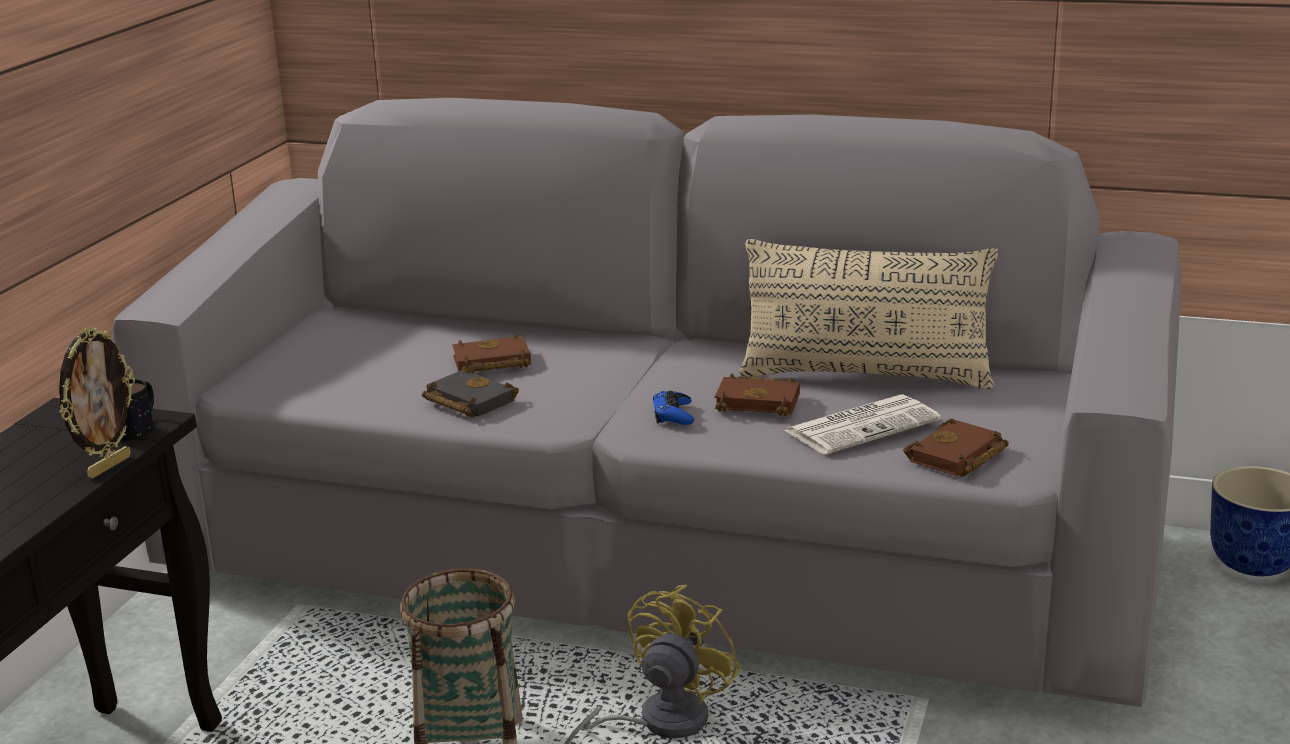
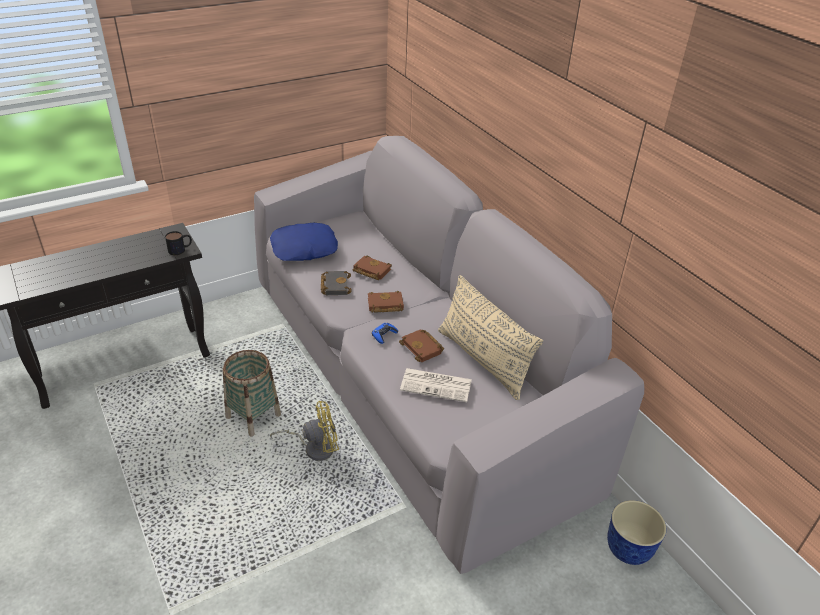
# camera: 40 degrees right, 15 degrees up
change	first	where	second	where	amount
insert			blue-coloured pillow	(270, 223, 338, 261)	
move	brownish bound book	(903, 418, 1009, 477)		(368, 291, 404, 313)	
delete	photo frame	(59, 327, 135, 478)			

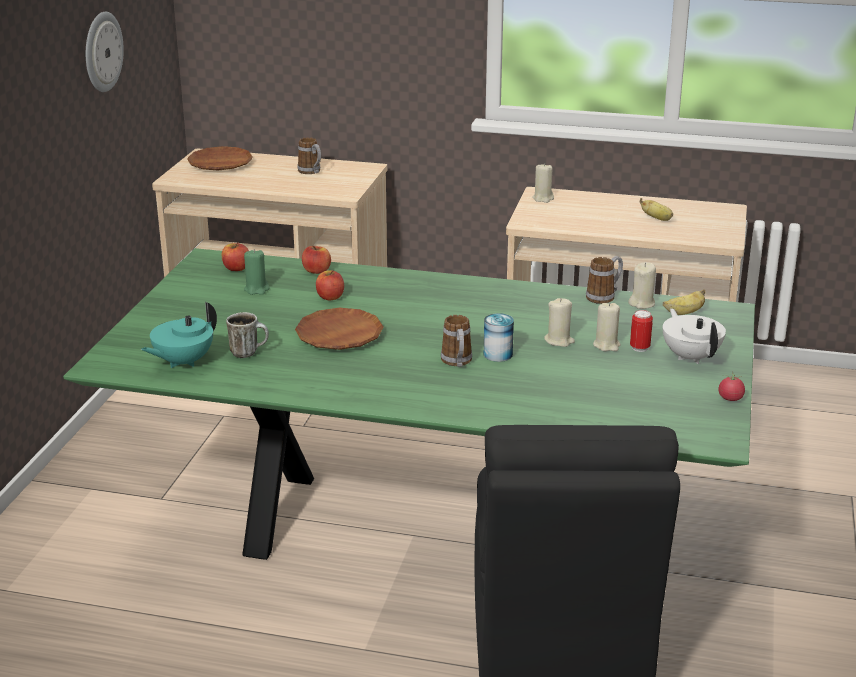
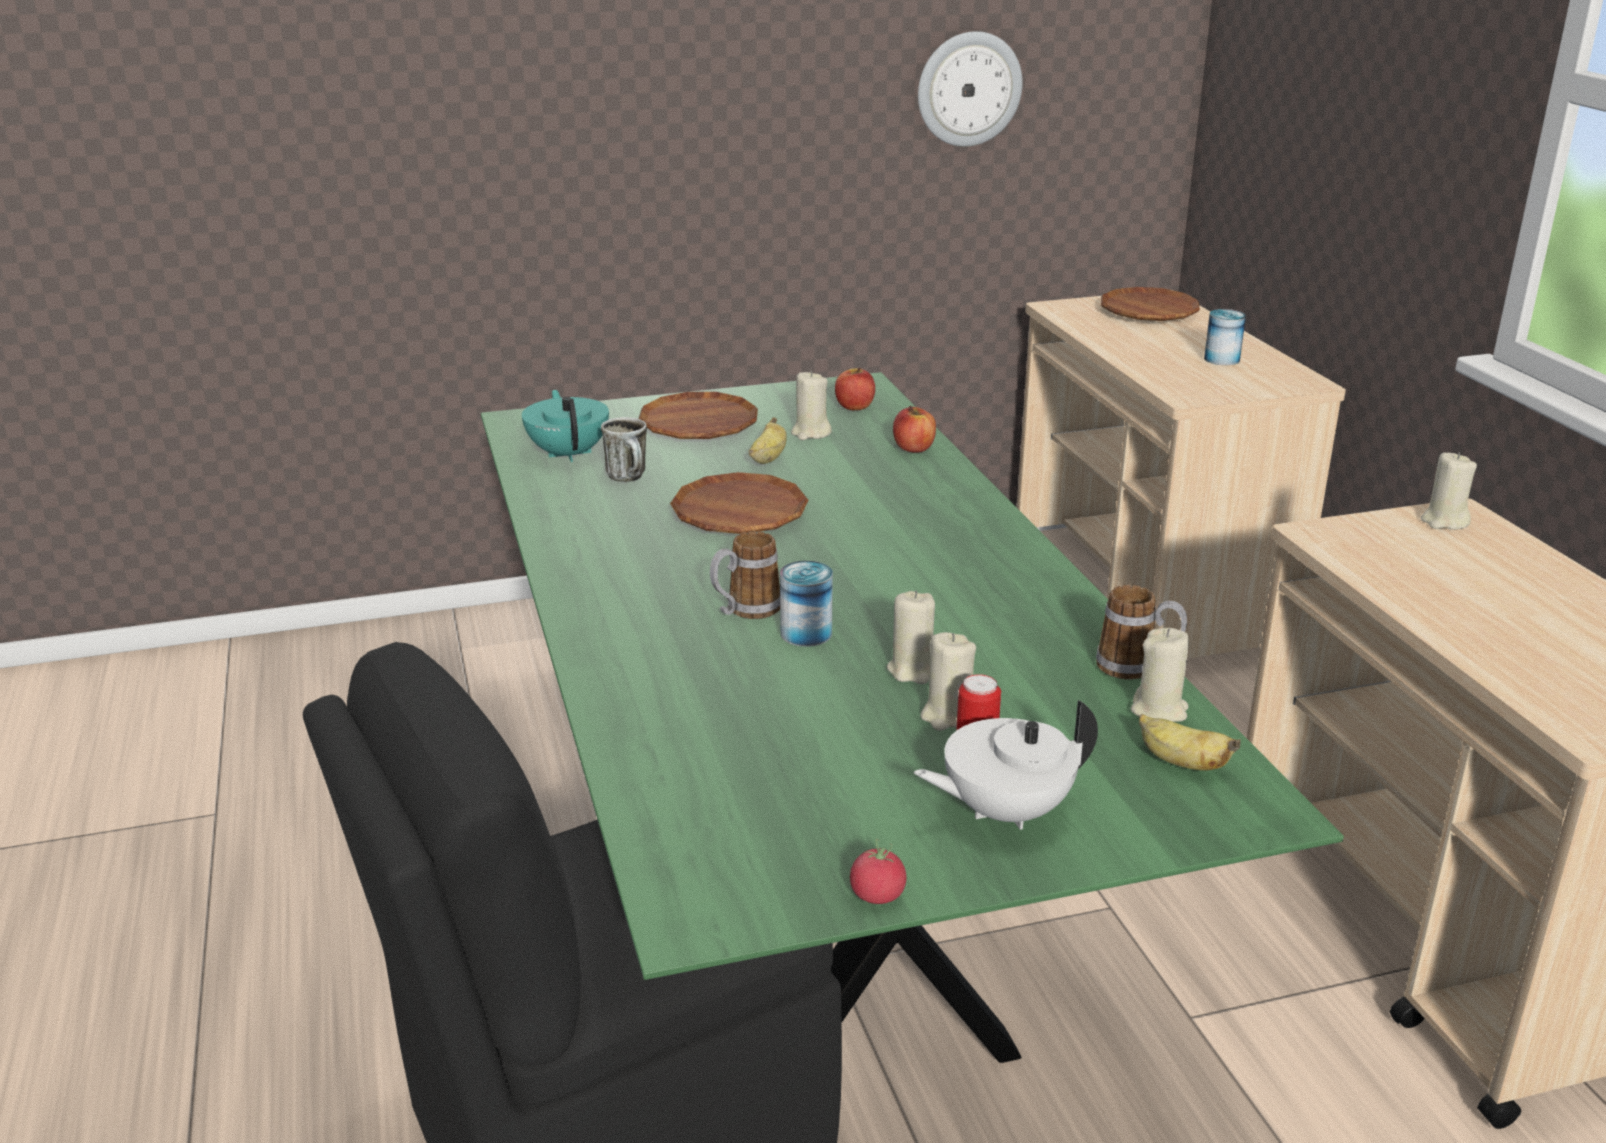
# camera: 60 degrees right, 0 degrees up
change	first	where	second	where	amount
rotate	turquoise pot for tea	(141, 302, 217, 368)		(522, 390, 609, 462)	60 degrees clockwise
insert			brownish dinner plate	(639, 392, 758, 439)	
move	banana	(640, 198, 673, 221)		(749, 417, 787, 464)	
recolor	green-coloured wax light	(244, 249, 269, 295)	beige wax light	(791, 371, 832, 440)	
rotate	whitish pot for tea	(663, 308, 726, 364)		(914, 700, 1098, 830)	150 degrees counterclockwise
replace	coffee mug	(298, 137, 321, 174)	can	(1204, 309, 1246, 365)	
delete	whole apple	(316, 270, 344, 300)			

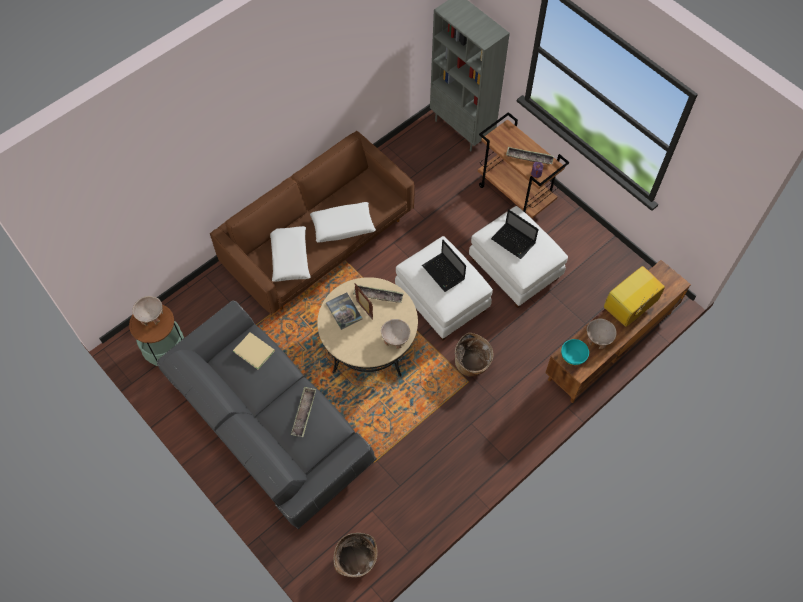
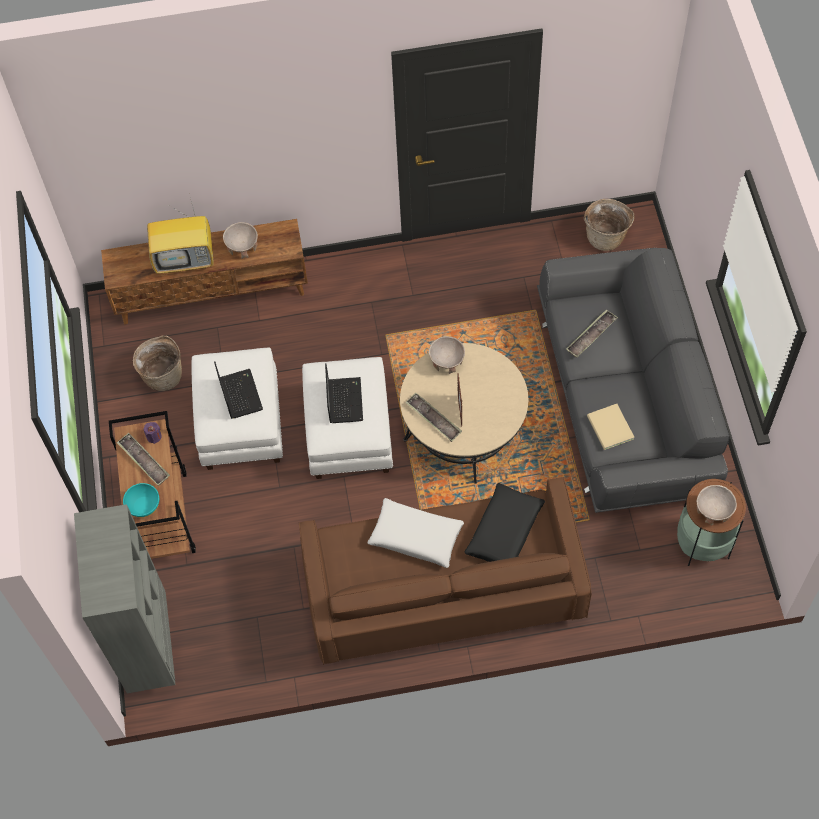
# camera: 145 degrees left, 0 degrees up
change	first	where	second	where	amount
move	turquoise deep dish	(561, 339, 589, 365)		(123, 483, 159, 517)	
move	basket	(455, 333, 494, 377)		(133, 335, 182, 391)	
recolor	whitish pillow	(270, 226, 310, 282)	black pillow	(464, 483, 545, 562)	
delete	bound book	(326, 293, 363, 330)			

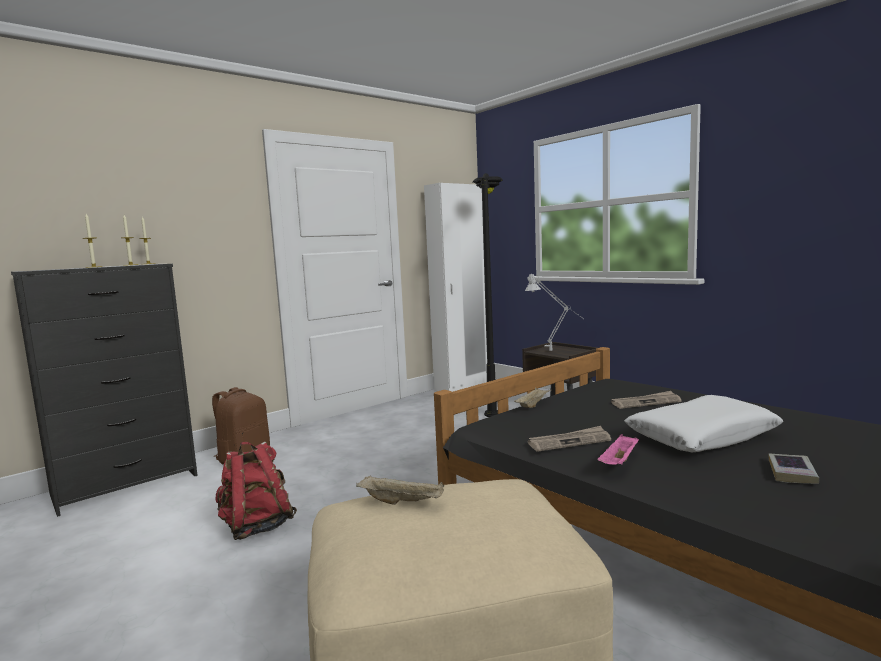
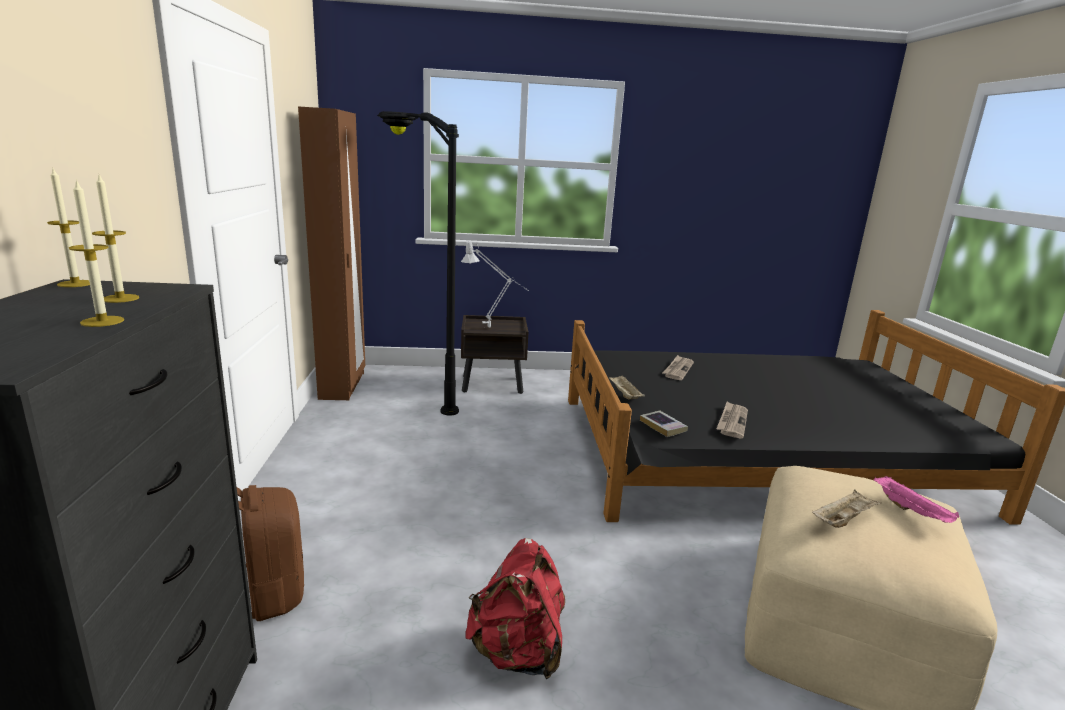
# camera: 55 degrees left, 10 degrees up
change	first	where	second	where	amount
recolor	whitish wardrobe	(424, 183, 487, 392)	brownish wardrobe	(298, 106, 365, 400)	
move	bound book	(768, 454, 819, 484)		(640, 410, 688, 437)	
move	pinkish tray	(598, 434, 639, 465)		(874, 476, 959, 523)	
delete	whitish pillow	(624, 395, 784, 452)			

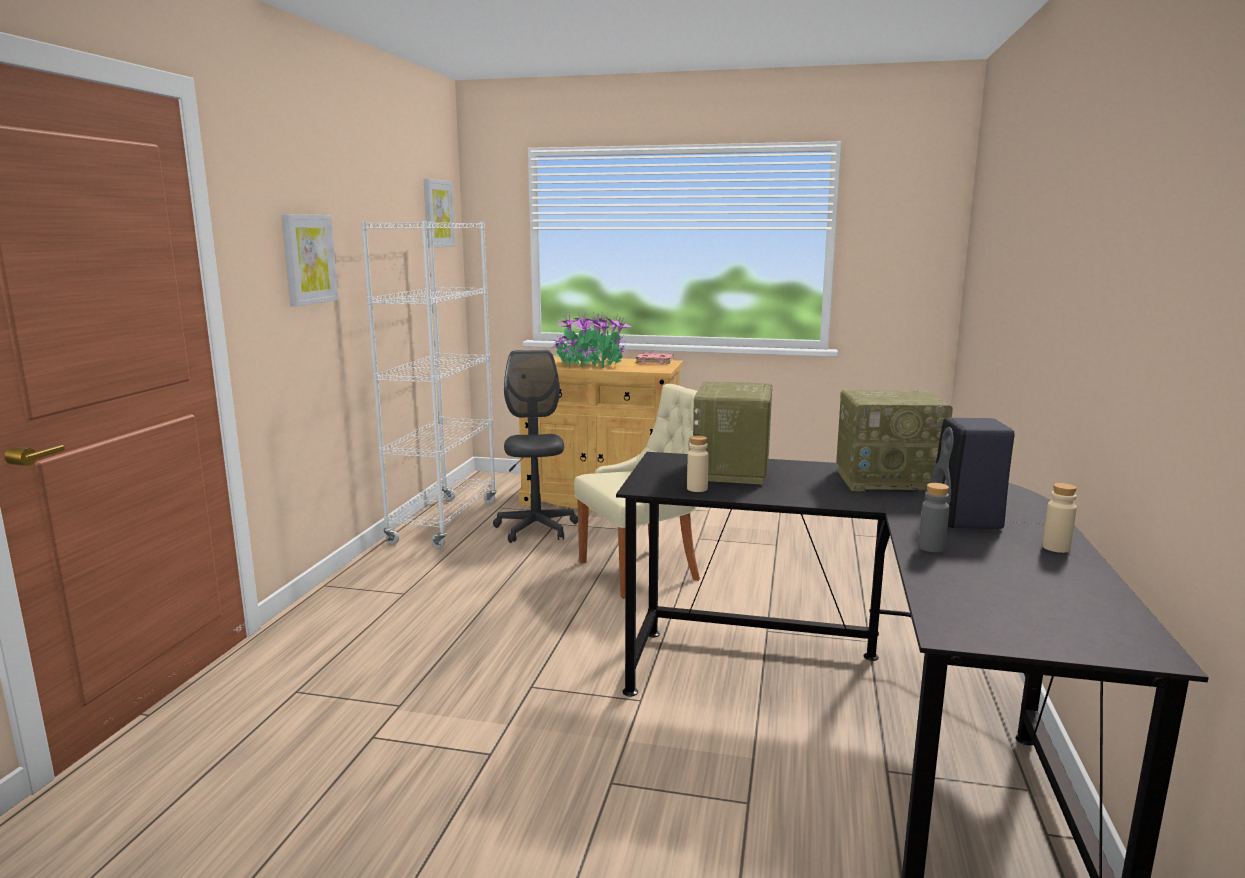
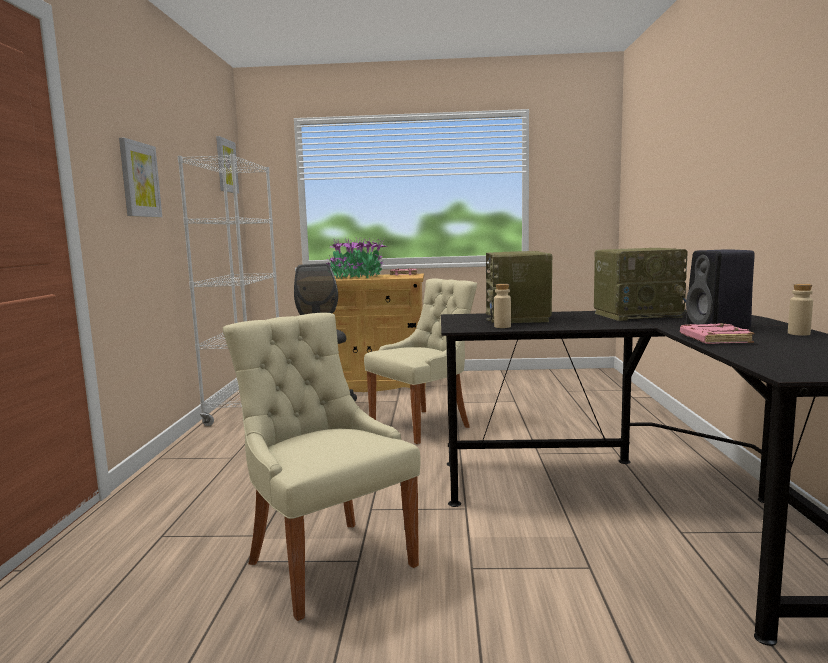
# camera: 10 degrees left, 5 degrees down
change	first	where	second	where	amount
insert			beige upright chair	(223, 313, 421, 621)	
replace	gray bottle	(918, 483, 950, 552)	pinkish bound book	(680, 323, 755, 344)	

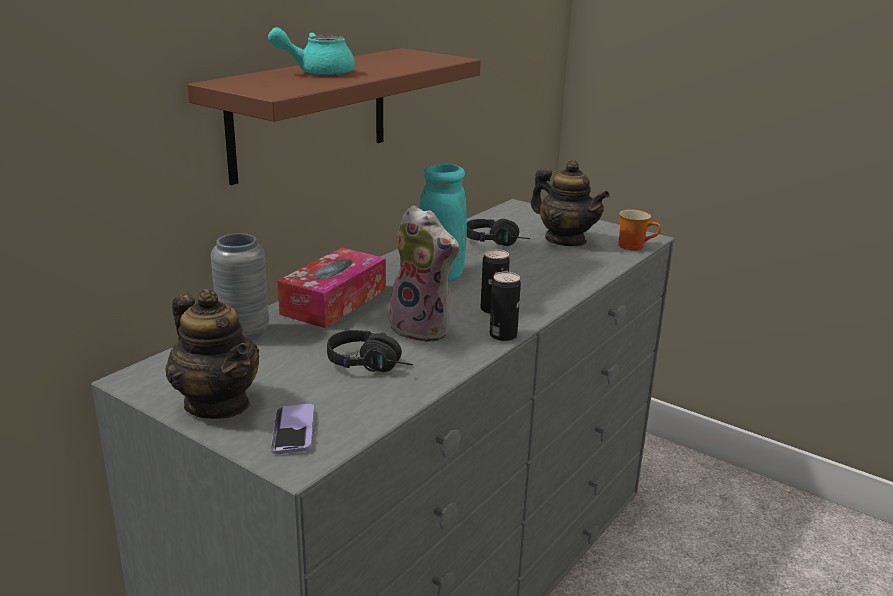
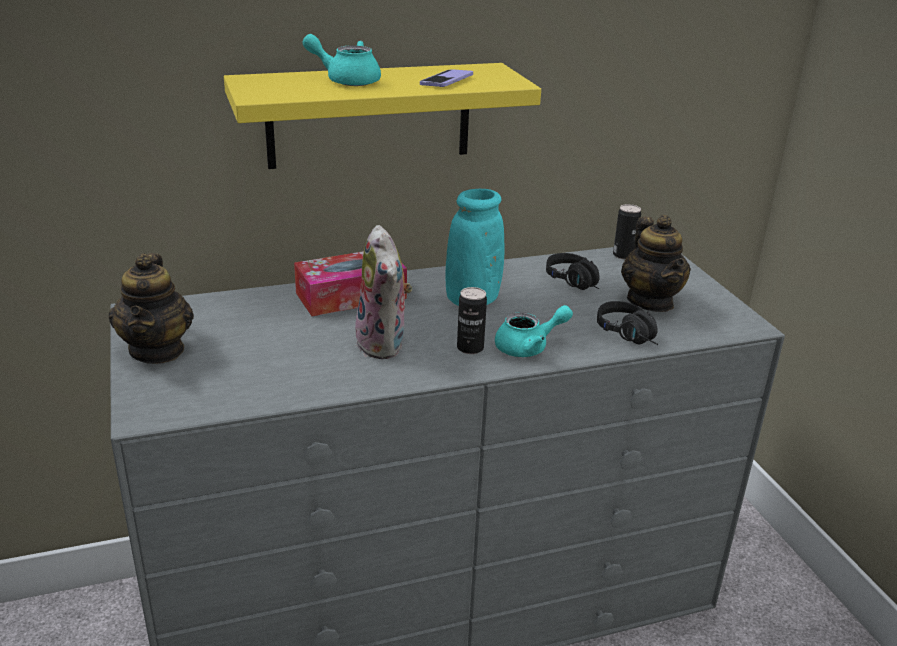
# camera: 35 degrees right, 5 degrees up
change	first	where	second	where	amount
recolor	brownish shelf	(187, 48, 481, 185)	yellow shelf	(224, 63, 541, 169)	
move	handset	(271, 404, 315, 454)		(420, 69, 473, 87)	
insert			turquoise pot for tea	(495, 305, 573, 357)	
move	black headset	(327, 330, 413, 372)		(597, 301, 658, 345)	
move	can	(490, 272, 521, 341)		(613, 204, 641, 259)	
delete	gray flower vase	(211, 233, 269, 340)			
delete	coffee mug	(618, 210, 661, 251)			

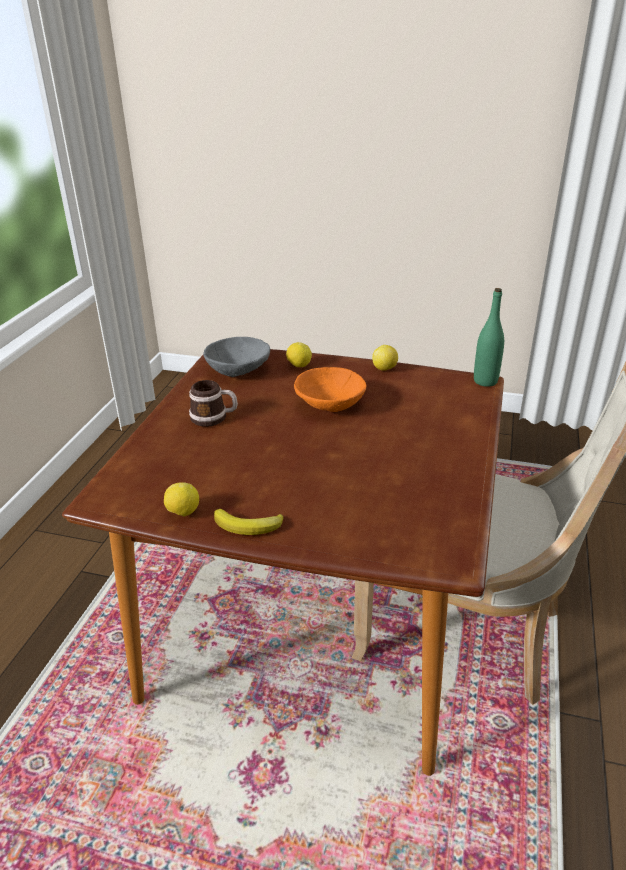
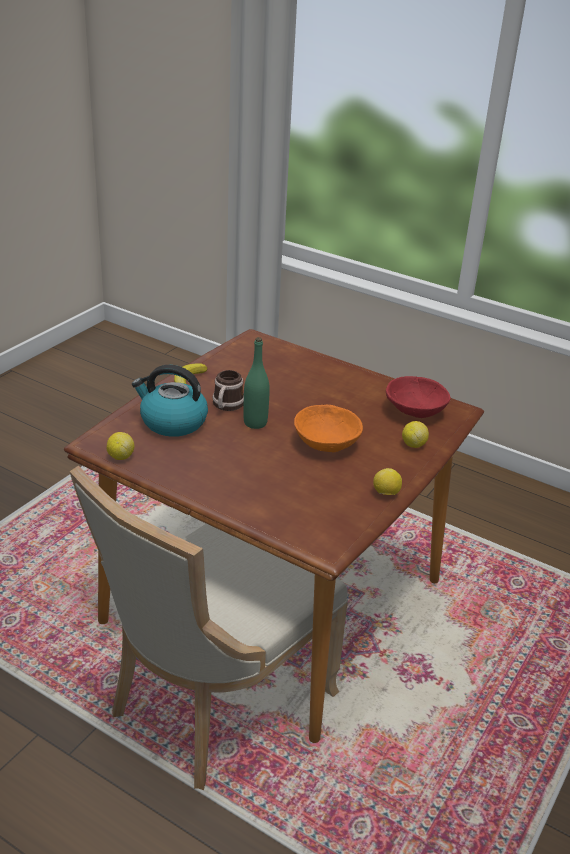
# camera: 105 degrees right, 0 degrees up
change	first	where	second	where	amount
move	whole lemon	(164, 482, 199, 516)		(107, 432, 135, 460)	
insert			water kettle	(132, 365, 208, 437)	
move	coffee mug	(189, 380, 238, 427)		(212, 370, 244, 411)	
move	green-coloured bottle	(474, 288, 504, 387)		(243, 337, 270, 429)	
recolor	gray deep dish	(203, 337, 270, 377)	red-coloured deep dish	(386, 376, 450, 418)	

